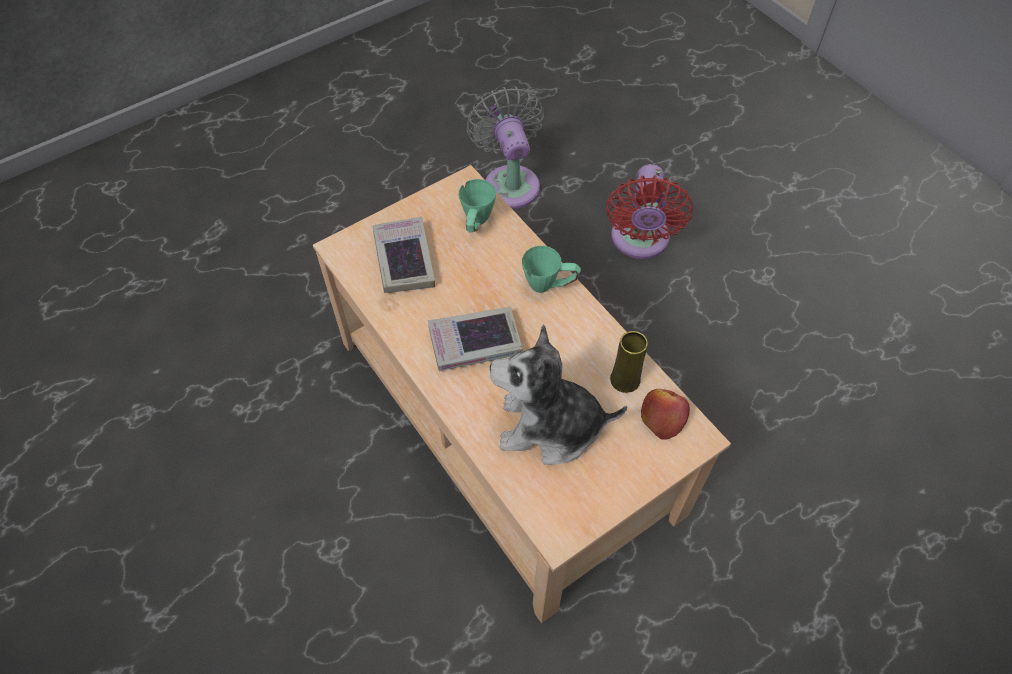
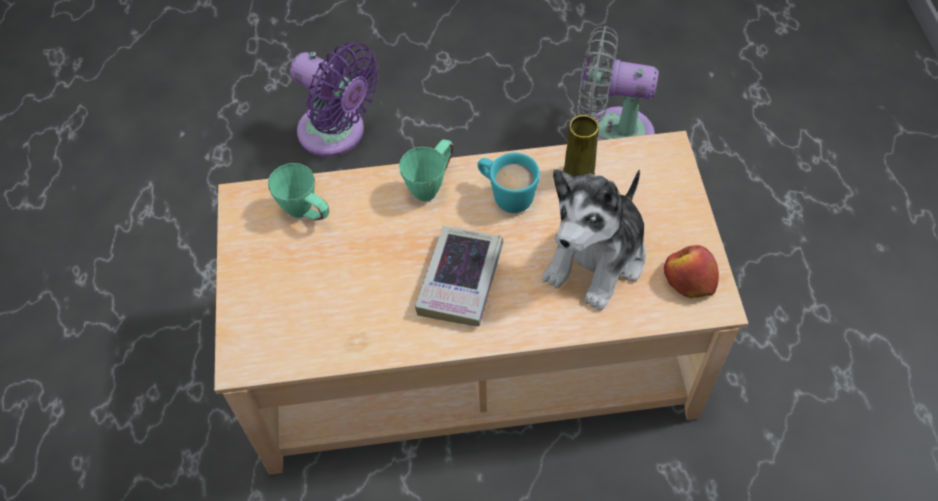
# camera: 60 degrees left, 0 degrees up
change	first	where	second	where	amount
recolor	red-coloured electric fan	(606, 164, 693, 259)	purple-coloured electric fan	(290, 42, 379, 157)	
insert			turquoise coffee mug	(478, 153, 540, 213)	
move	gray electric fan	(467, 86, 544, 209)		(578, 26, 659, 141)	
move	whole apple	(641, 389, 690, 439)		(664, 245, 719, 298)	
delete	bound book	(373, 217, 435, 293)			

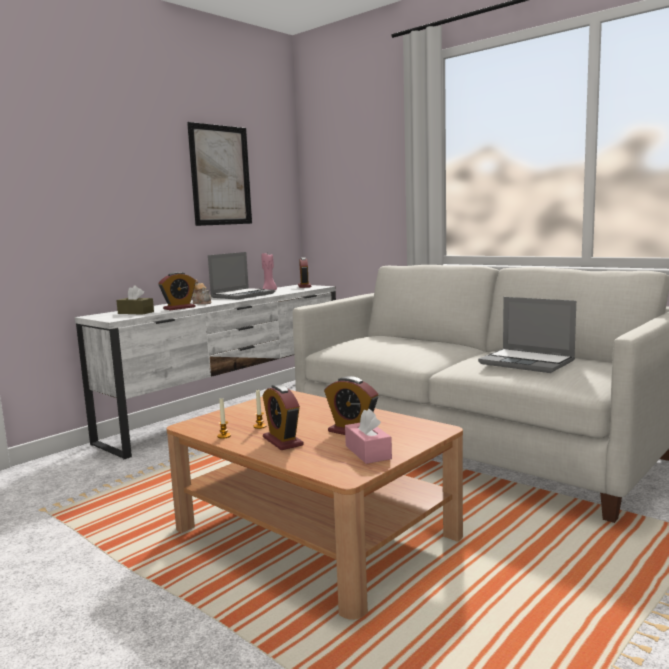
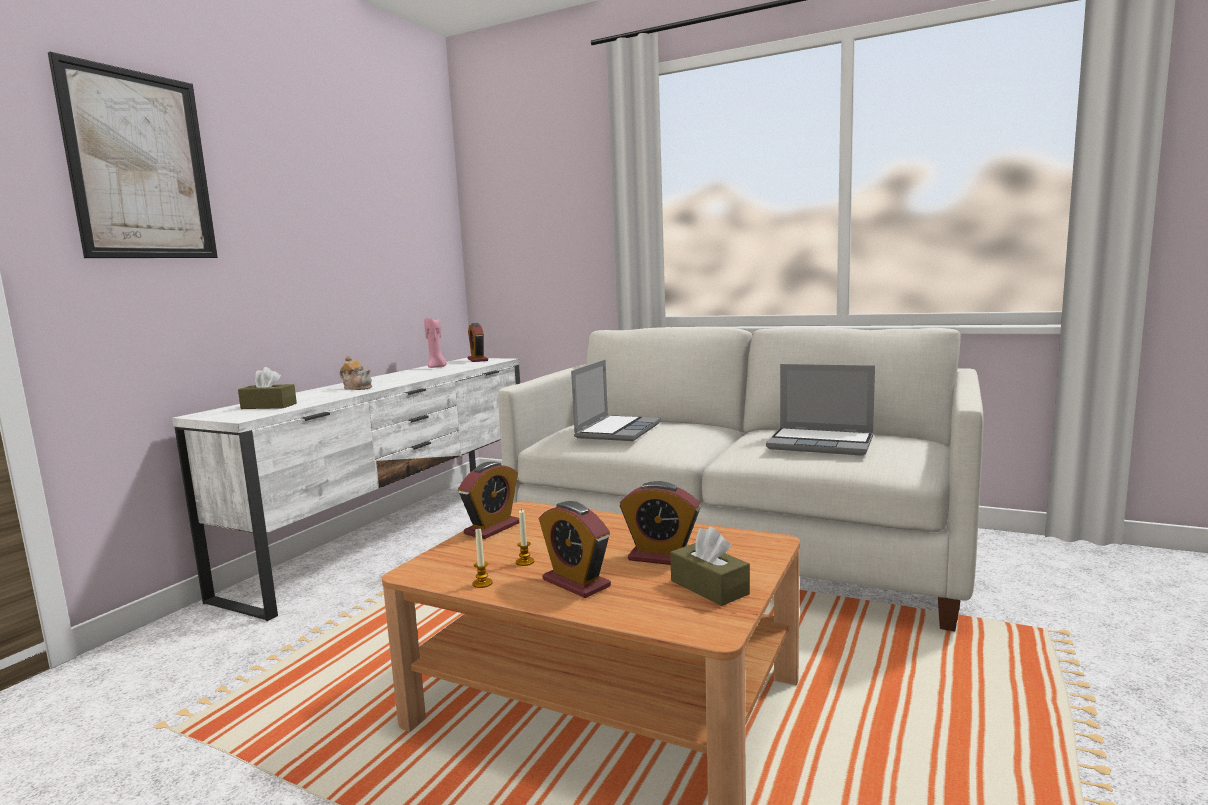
# camera: 15 degrees left, 0 degrees up
change	first	where	second	where	amount
move	wall art	(187, 122, 252, 226)		(48, 52, 218, 258)	
move	table clock	(159, 272, 196, 310)		(458, 461, 519, 539)	
move	notebook computer	(208, 252, 275, 300)		(571, 360, 661, 441)	
recolor	pinkish box of tissues	(345, 409, 392, 464)	brownish box of tissues	(670, 527, 750, 606)	

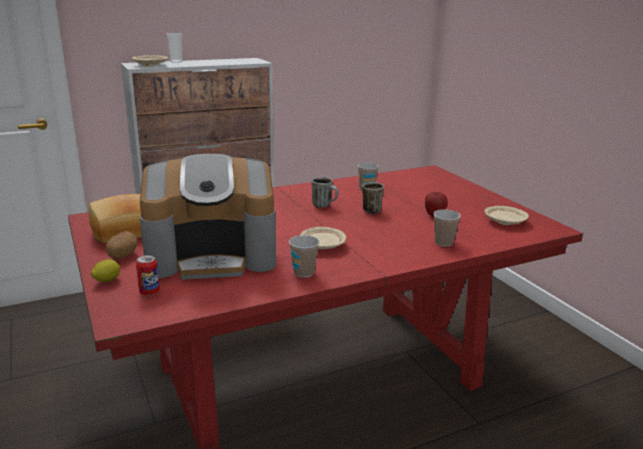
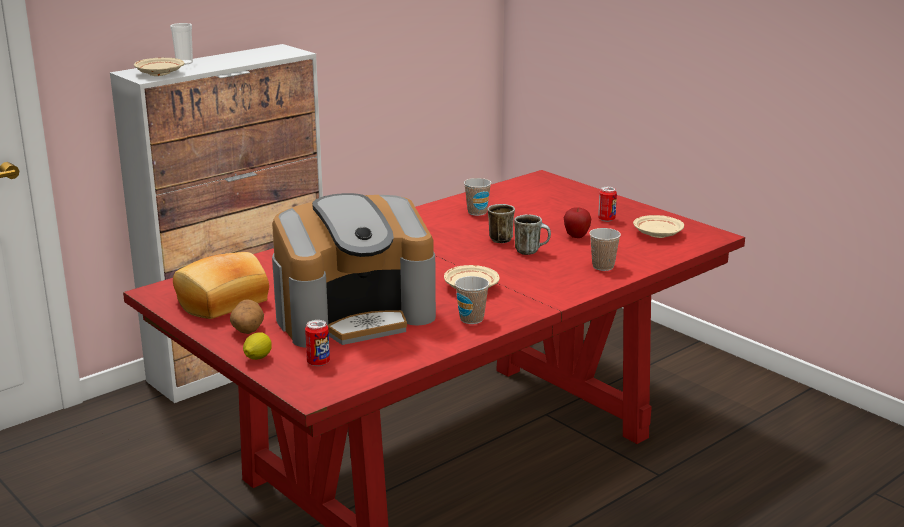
# camera: 15 degrees left, 0 degrees up
change	first	where	second	where	amount
move	coffee mug	(311, 177, 338, 208)		(514, 215, 551, 255)	
insert			can	(598, 187, 617, 222)	

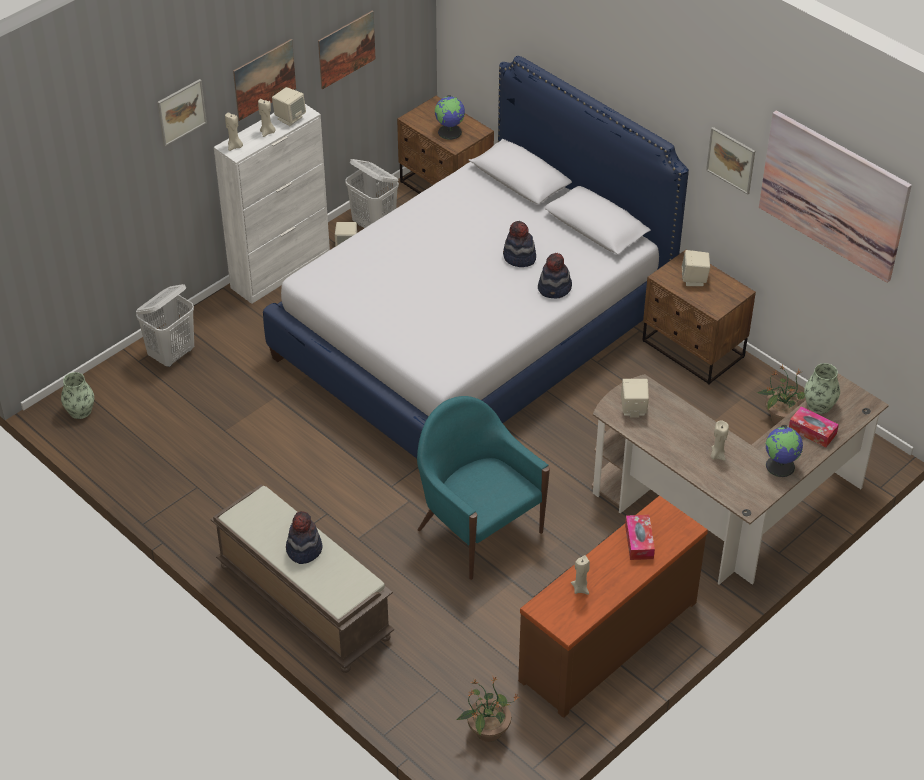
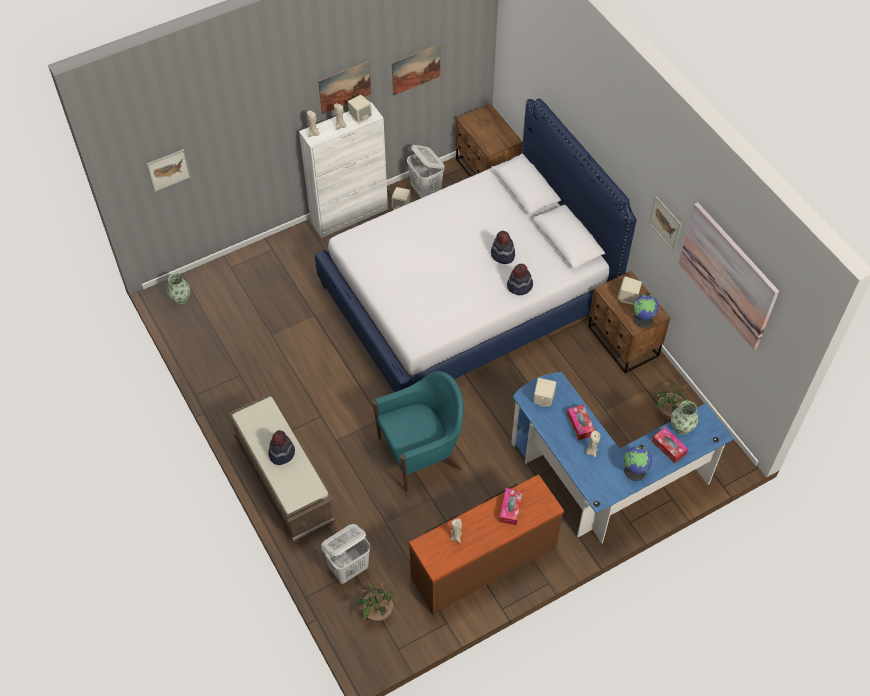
# camera: 15 degrees right, 10 degrees up
change	first	where	second	where	amount
move	wall art	(157, 79, 207, 146)		(146, 149, 191, 192)	
move	whitish laundry basket	(136, 284, 194, 367)		(322, 524, 370, 584)	
rotate	turquoise easy chair	(417, 396, 550, 580)		(373, 371, 463, 492)	90 degrees clockwise
recolor	brownish desk	(592, 373, 889, 585)	blue-coloured desk	(511, 372, 735, 543)	
insert			box of tissues	(567, 405, 595, 440)	
move	desk globe	(435, 95, 465, 140)		(633, 293, 659, 328)	

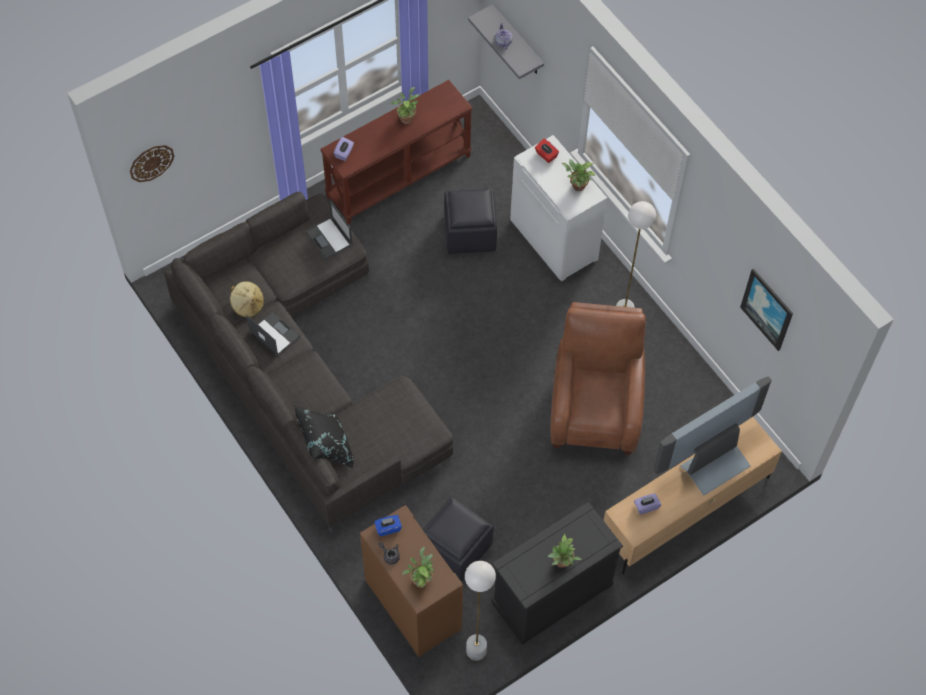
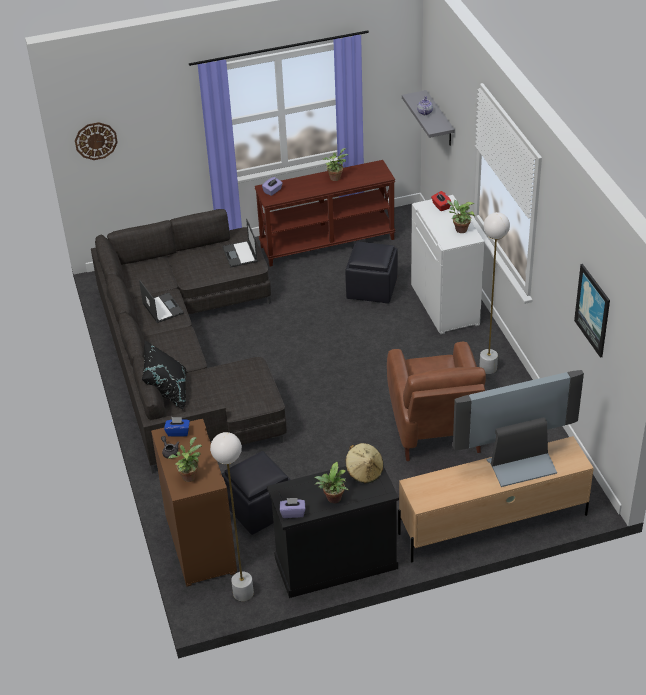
# camera: 20 degrees right, 20 degrees down
change	first	where	second	where	amount
move	purple-coloured box of tissues	(634, 494, 661, 515)		(280, 498, 305, 518)	
move	beige wearable hat	(230, 281, 264, 318)		(346, 443, 384, 484)	
rotate	brownish easy chair	(550, 302, 646, 455)		(387, 342, 486, 461)	150 degrees clockwise

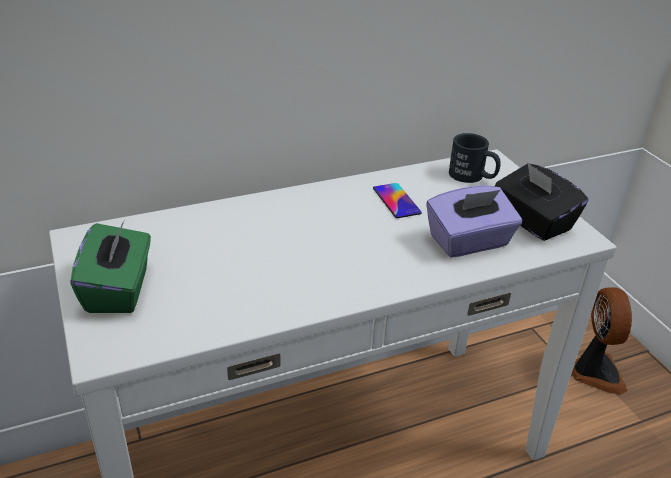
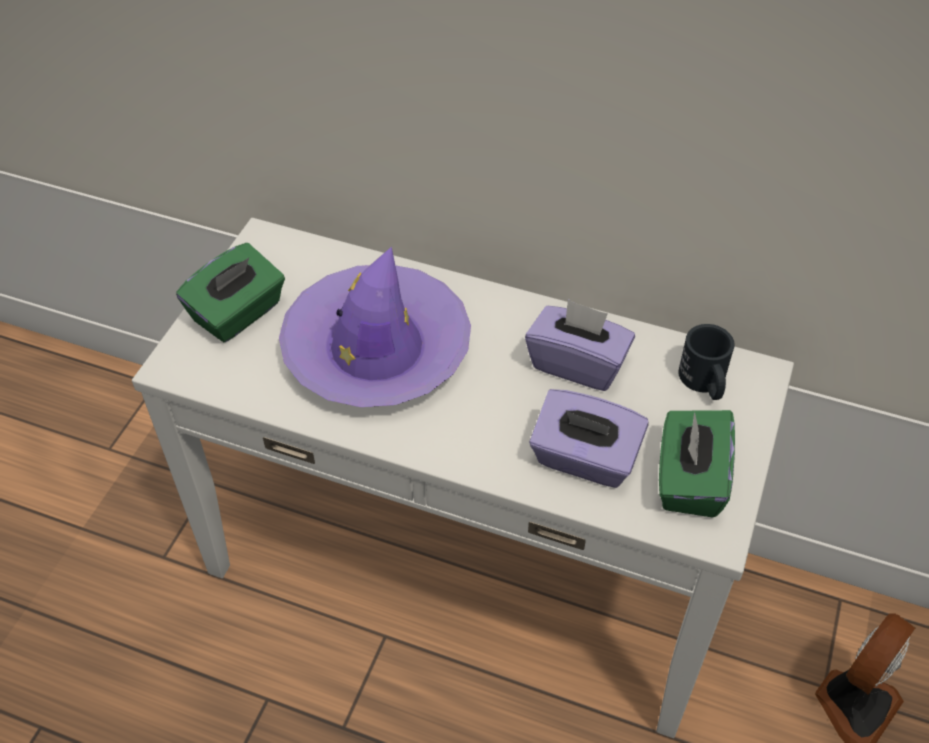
# camera: 45 degrees right, 15 degrees up
change	first	where	second	where	amount
insert			purple-coloured wearable hat	(279, 247, 471, 407)	
replace	handset	(373, 183, 422, 218)	purple-coloured box of tissues	(525, 299, 635, 391)	
recolor	black box of tissues	(495, 162, 588, 241)	green-coloured box of tissues	(659, 410, 735, 517)	

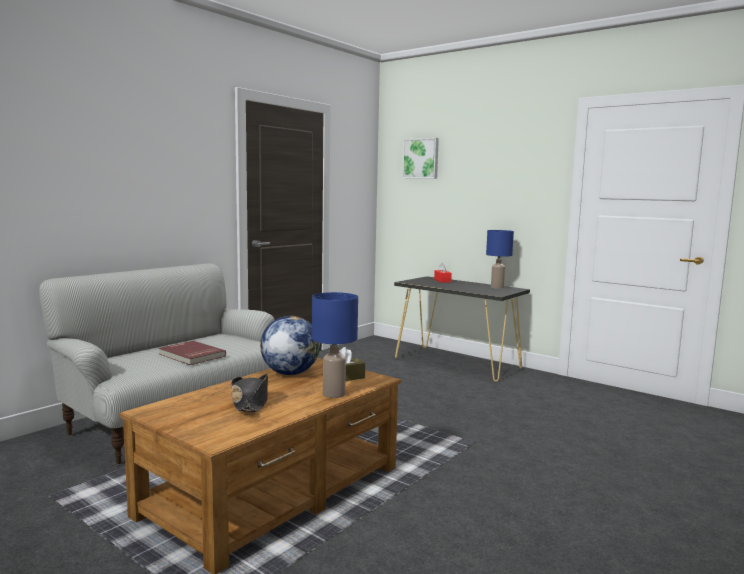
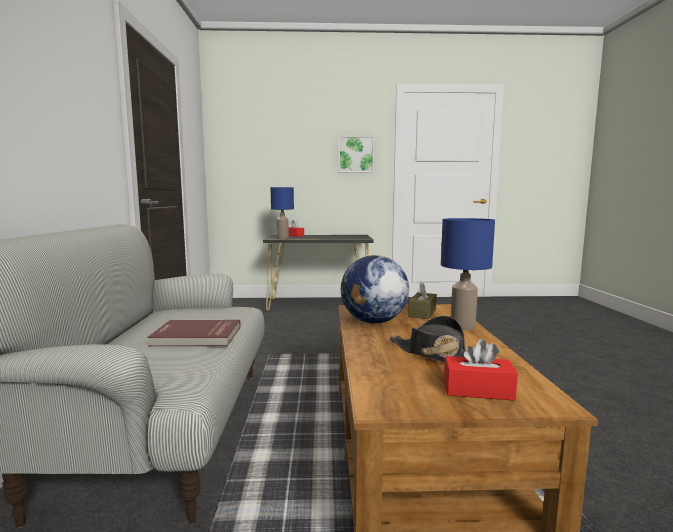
# camera: 40 degrees left, 0 degrees up
change	first	where	second	where	amount
move	blue-coloured tabletop lamp	(486, 230, 514, 289)		(270, 187, 294, 239)	
move	wall art	(402, 138, 439, 179)		(338, 136, 374, 173)	
insert			red-coloured box of tissues	(444, 339, 518, 401)	

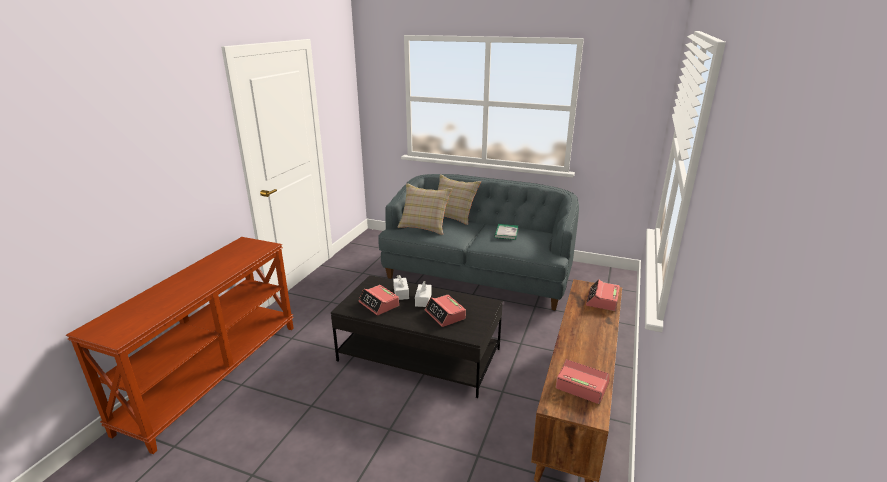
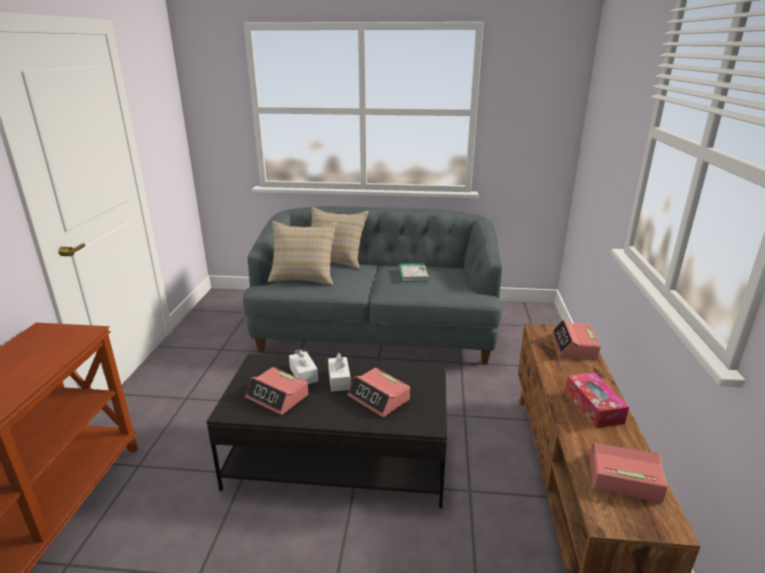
# camera: 15 degrees left, 0 degrees up
change	first	where	second	where	amount
insert			box of tissues	(565, 372, 629, 428)	

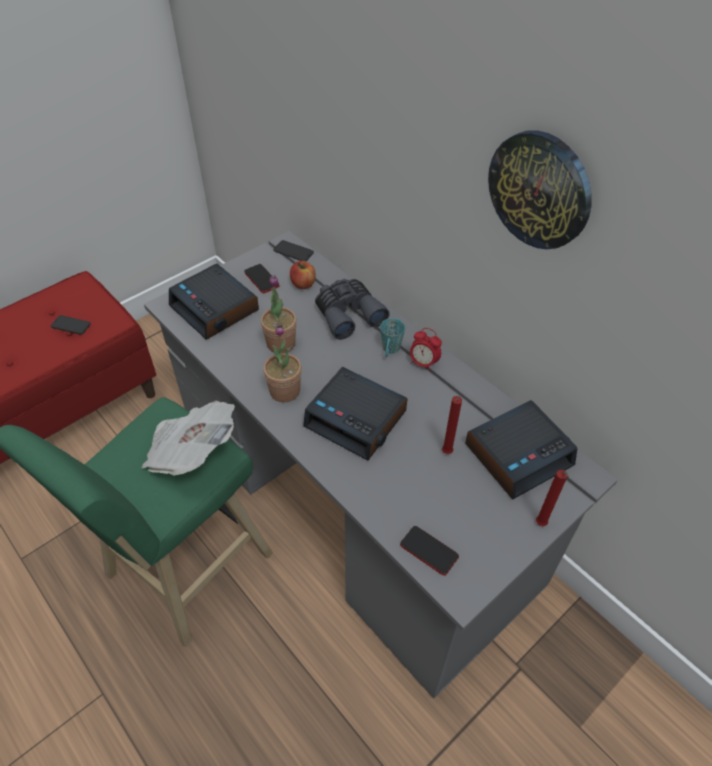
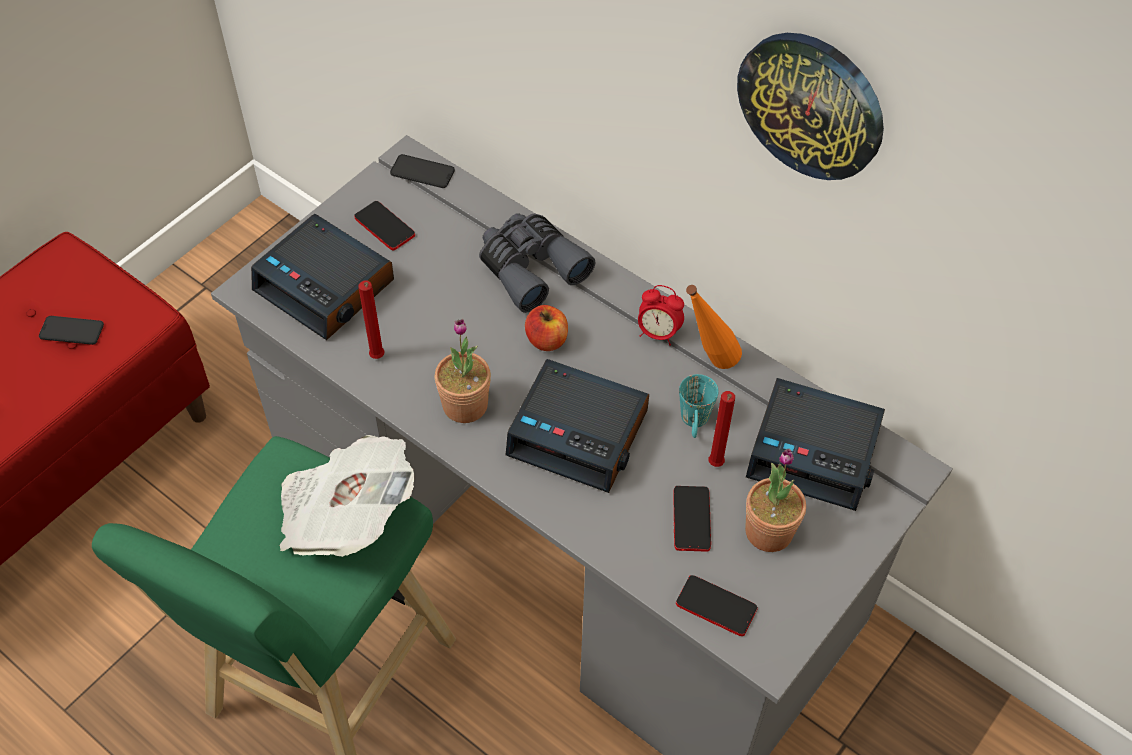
# camera: 10 degrees left, 5 degrees up
change	first	where	second	where	amount
move	red-coloured wax light	(536, 470, 569, 526)		(358, 281, 385, 359)	
move	whole apple	(290, 261, 315, 289)		(525, 305, 568, 351)	
insert			handset	(673, 486, 711, 552)	
move	turquoise coffee mug	(380, 318, 405, 357)		(679, 374, 718, 438)	
insert			orangey bottle	(686, 285, 742, 369)	
move	potted plant	(261, 275, 297, 353)		(745, 449, 806, 552)	
rotate	table clock	(465, 400, 577, 500)		(746, 378, 885, 511)	60 degrees clockwise

